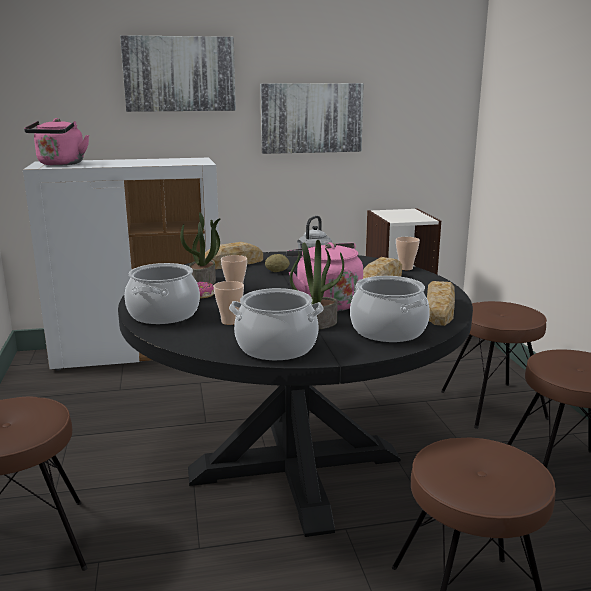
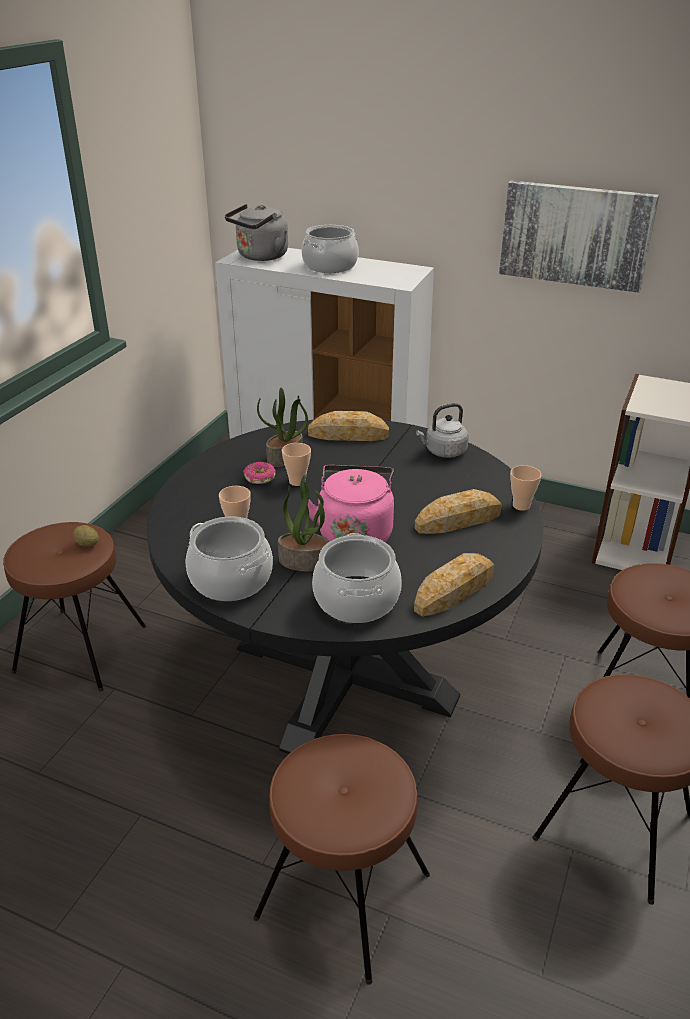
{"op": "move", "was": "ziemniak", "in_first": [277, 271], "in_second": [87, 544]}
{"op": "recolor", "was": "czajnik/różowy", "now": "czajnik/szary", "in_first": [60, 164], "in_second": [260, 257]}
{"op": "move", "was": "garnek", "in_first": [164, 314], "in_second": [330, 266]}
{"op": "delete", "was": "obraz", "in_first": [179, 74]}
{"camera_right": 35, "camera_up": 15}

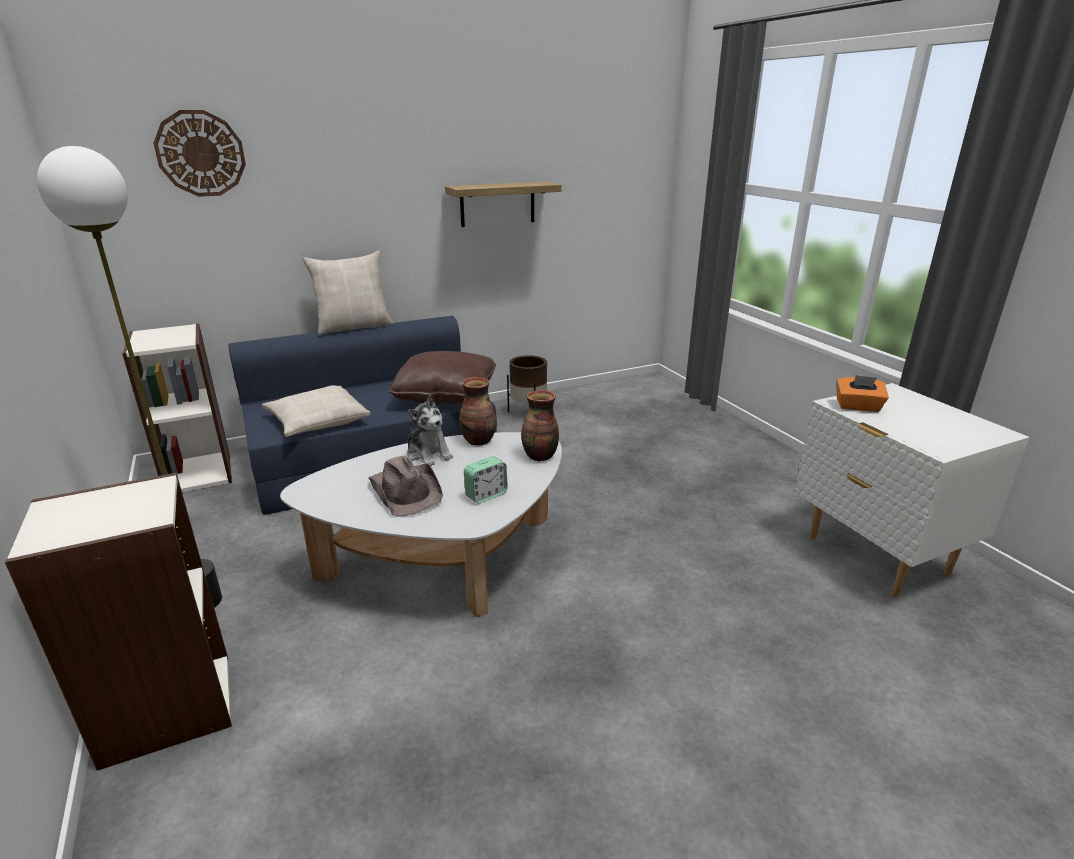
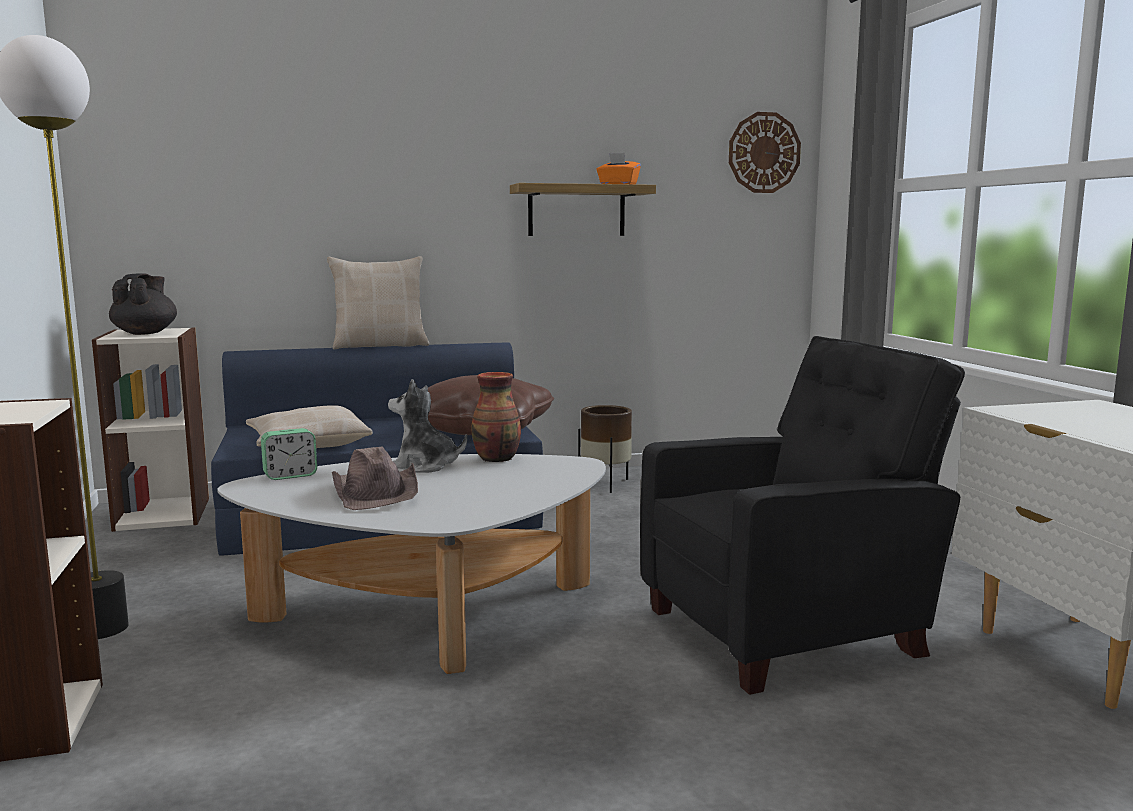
{"op": "insert", "now": "imbryk/czarny", "in_second": [145, 333]}
{"op": "move", "was": "budzik", "in_first": [486, 495], "in_second": [290, 475]}
{"op": "rotate", "was": "pluszak", "in_first": [428, 454], "in_second": [425, 466], "clockwise": 135}
{"op": "move", "was": "pudełko chusteczek/pomarańczowy", "in_first": [858, 407], "in_second": [618, 185]}
{"op": "insert", "now": "fotel/czarny", "in_second": [788, 631]}
{"op": "move", "was": "zegar ścienny", "in_first": [200, 154], "in_second": [764, 153]}
{"op": "delete", "was": "wazon", "in_first": [539, 456]}
{"camera_right": 10, "camera_up": -15}

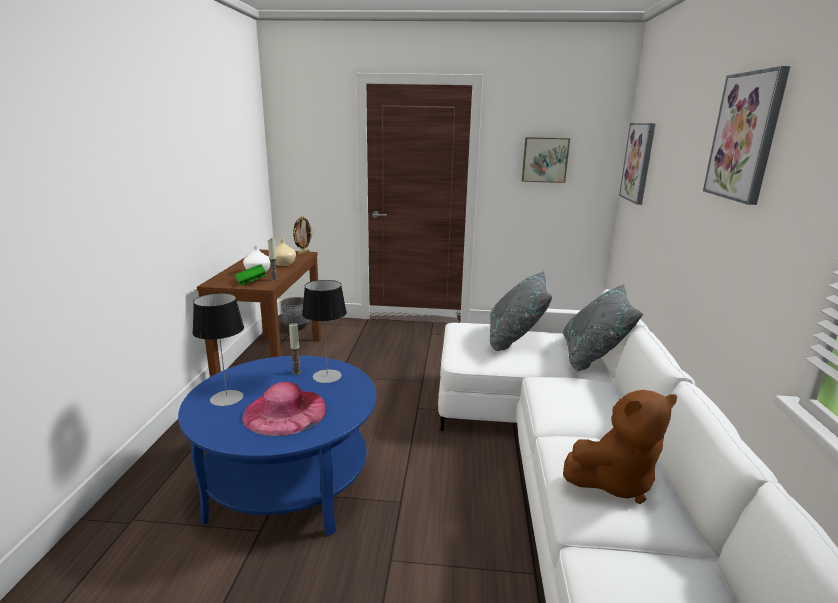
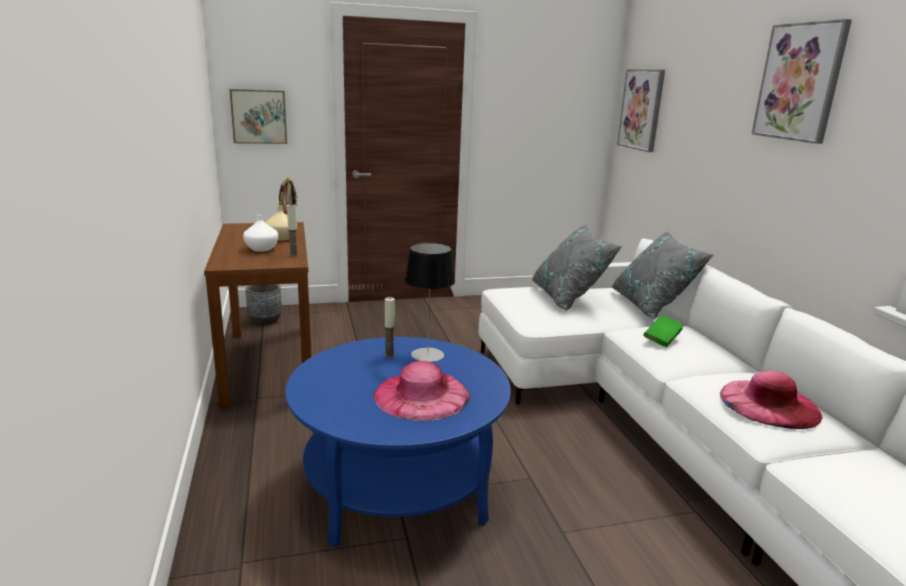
{"op": "move", "was": "obraz", "in_first": [544, 159], "in_second": [259, 116]}
{"op": "move", "was": "książka/zielony", "in_first": [251, 282], "in_second": [662, 339]}
{"op": "replace", "was": "pluszak/brązowy", "now": "kapelusz/różowy", "in_first": [614, 481], "in_second": [769, 404]}
{"op": "delete", "was": "lampa stołowa", "in_first": [227, 398]}
{"camera_right": -20, "camera_up": 0}

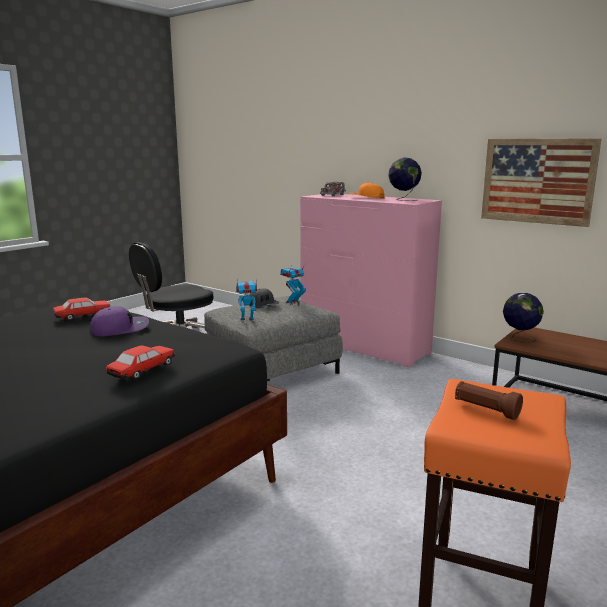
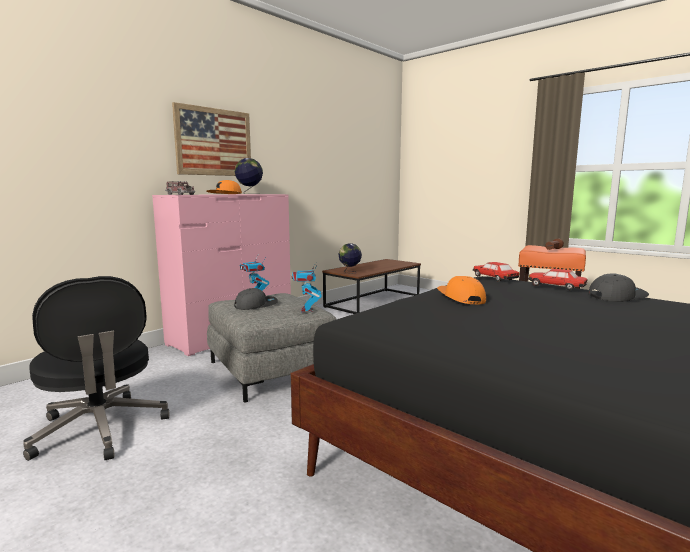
{"op": "move", "was": "obraz", "in_first": [537, 181], "in_second": [214, 142]}
{"op": "recolor", "was": "czapka z daszkiem/fioletowy", "now": "czapka z daszkiem/pomarańczowy", "in_first": [120, 329], "in_second": [460, 298]}
{"op": "move", "was": "samochodzik", "in_first": [83, 316], "in_second": [494, 278]}
{"op": "insert", "now": "czapka z daszkiem/szary", "in_second": [616, 296]}
{"camera_right": -85, "camera_up": -5}

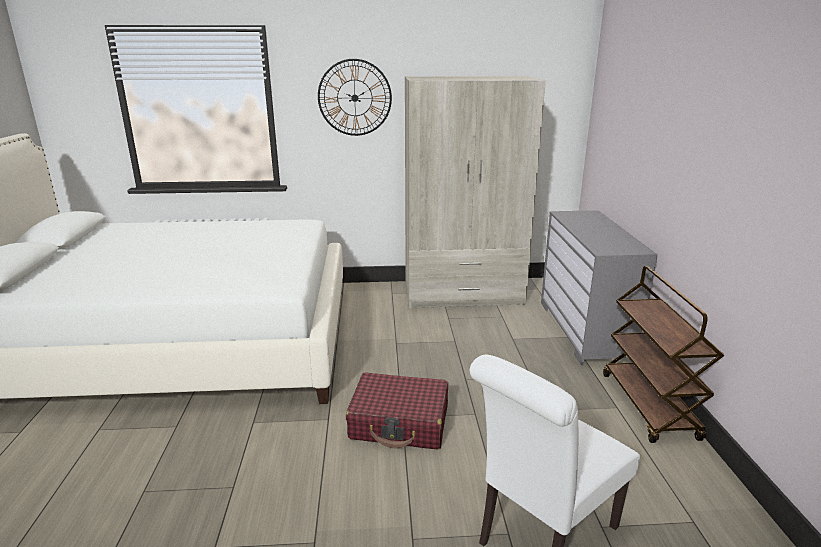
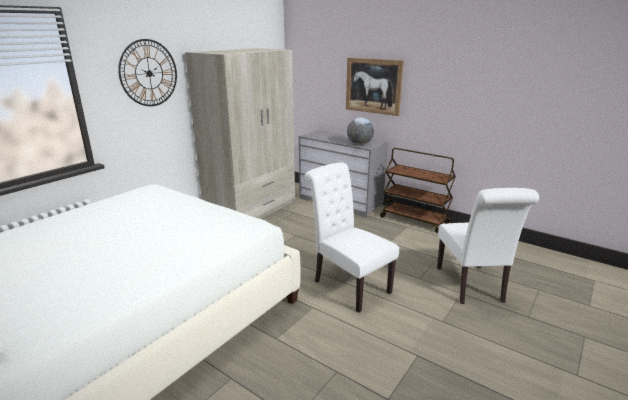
{"op": "replace", "was": "walizka/czerwony", "now": "krzesło/biały", "in_first": [400, 423], "in_second": [348, 285]}
{"op": "insert", "now": "obraz", "in_second": [373, 86]}
{"op": "insert", "now": "globus", "in_second": [359, 144]}
{"camera_right": -50, "camera_up": 0}

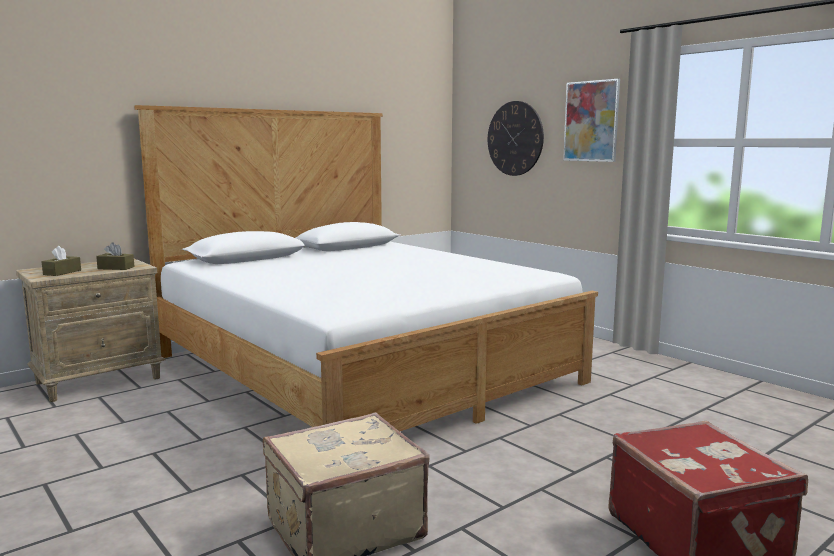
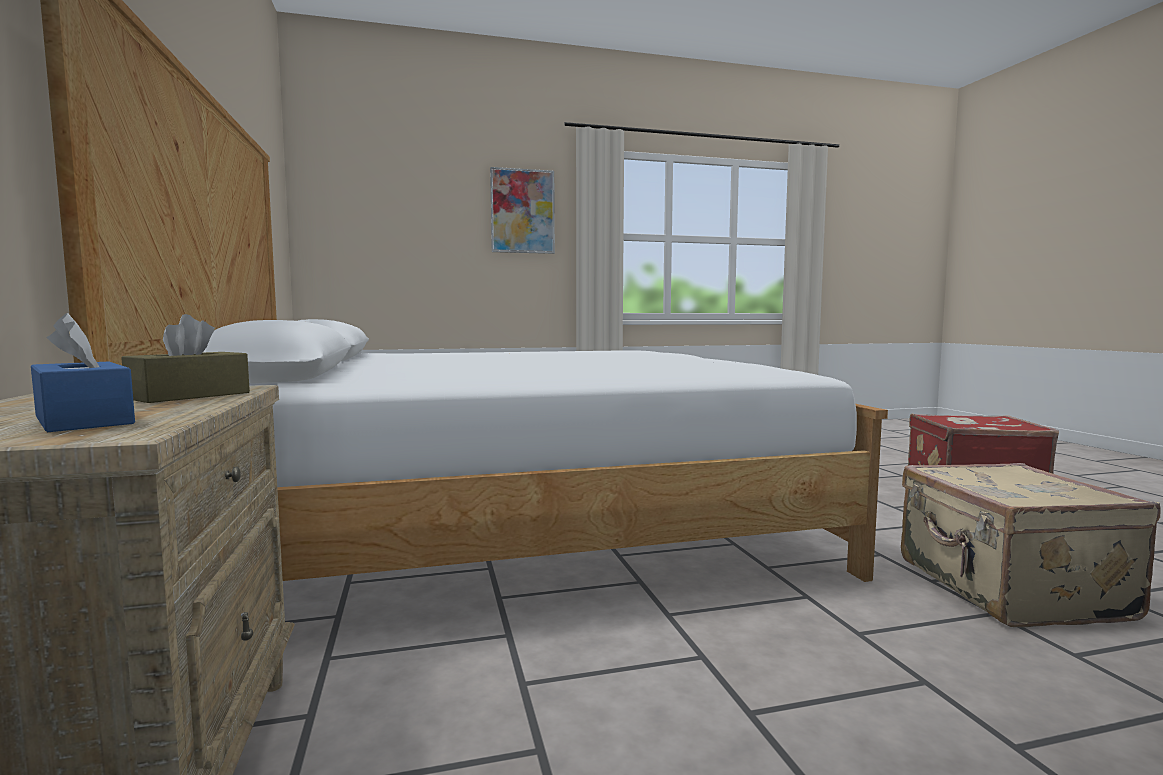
{"op": "recolor", "was": "pudełko chusteczek/brązowy", "now": "pudełko chusteczek/niebieski", "in_first": [62, 272], "in_second": [83, 420]}
{"op": "delete", "was": "zegar ścienny", "in_first": [515, 138]}
{"camera_right": -65, "camera_up": -5}

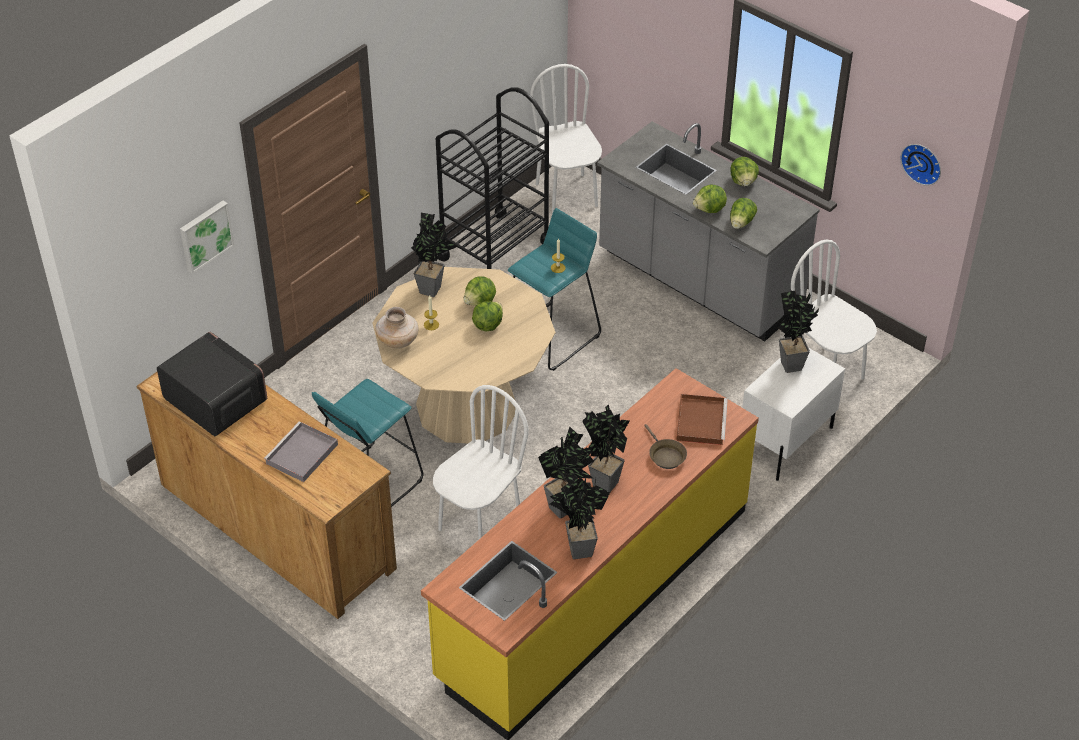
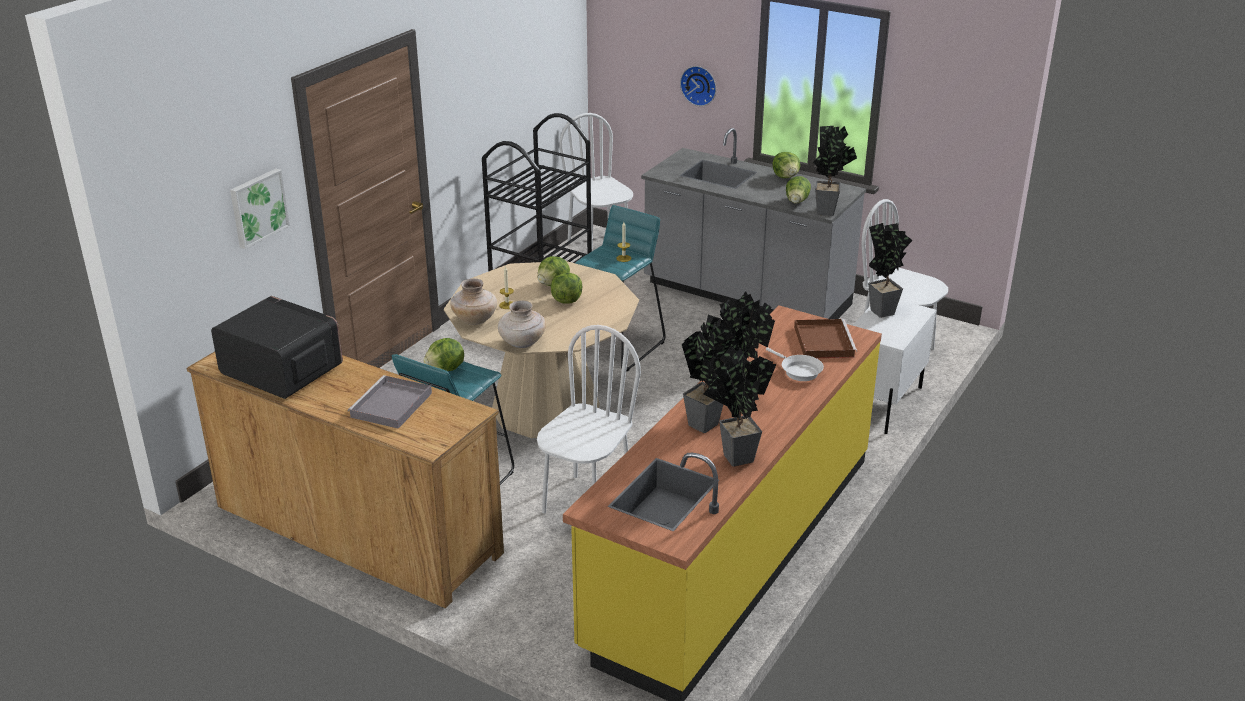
{"op": "move", "was": "sałata", "in_first": [710, 209], "in_second": [446, 369]}
{"op": "insert", "now": "wazon/beżowy", "in_second": [522, 343]}
{"op": "move", "was": "zegar ścienny", "in_first": [922, 162], "in_second": [699, 85]}
{"op": "recolor", "was": "patelnia/brązowy", "now": "patelnia/biały", "in_first": [665, 456], "in_second": [798, 371]}
{"op": "move", "was": "roślina doniczkowa", "in_first": [433, 287], "in_second": [827, 210]}
{"camera_right": -10, "camera_up": -15}

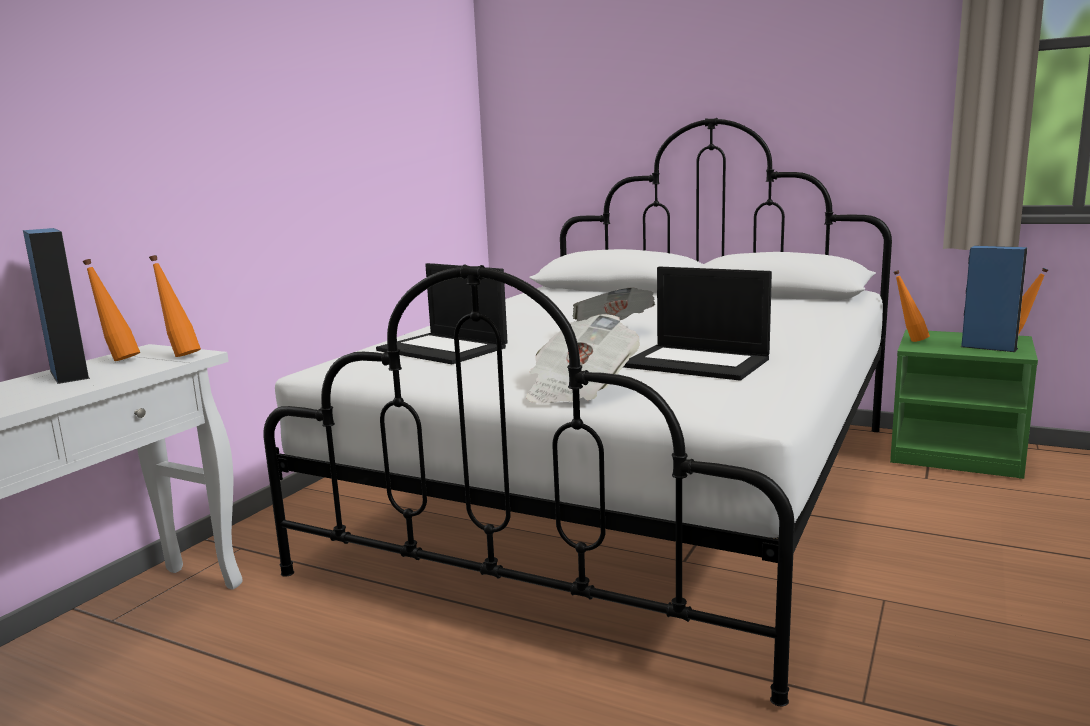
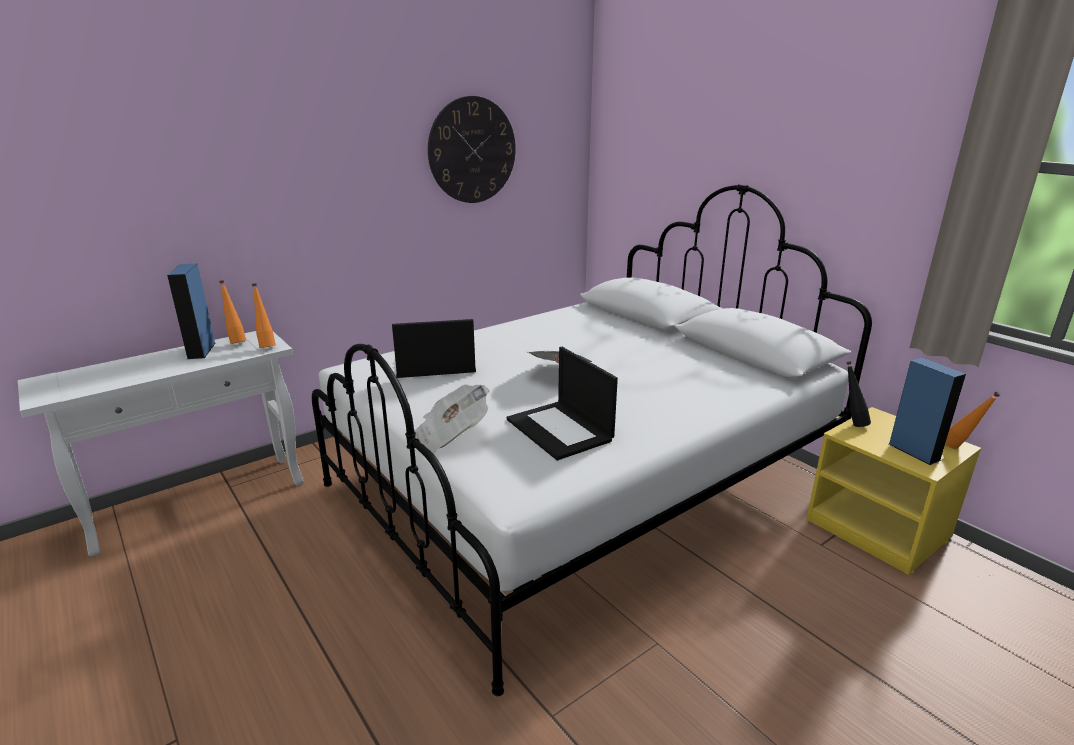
{"op": "rotate", "was": "laptop", "in_first": [444, 349], "in_second": [434, 365], "clockwise": 105}
{"op": "insert", "now": "zegar ścienny", "in_second": [472, 150]}
{"op": "recolor", "was": "szafka nocna/zielony", "now": "szafka nocna/żółty", "in_first": [957, 454], "in_second": [879, 529]}
{"op": "recolor", "was": "butelka/pomarańczowy", "now": "butelka/czarny", "in_first": [908, 341], "in_second": [851, 423]}
{"camera_right": 25, "camera_up": 10}

